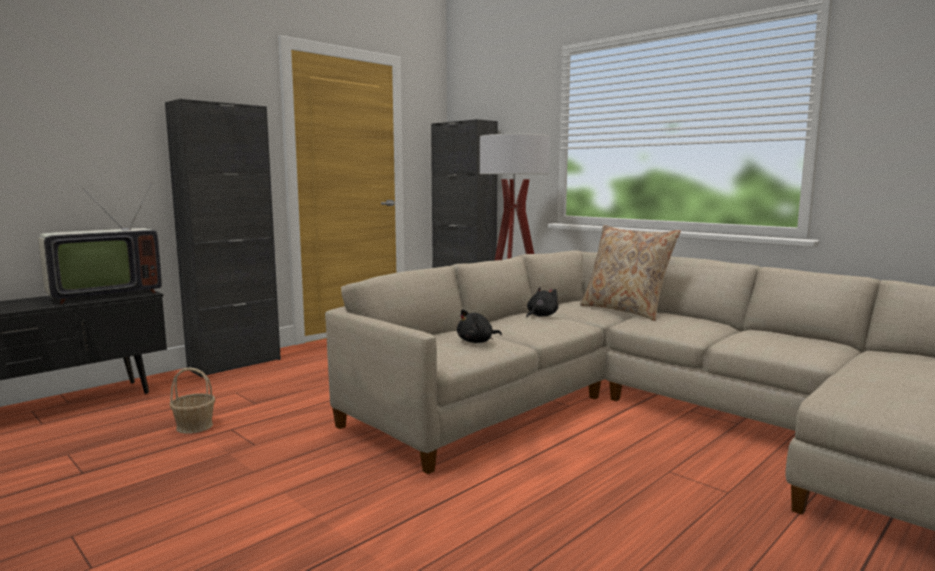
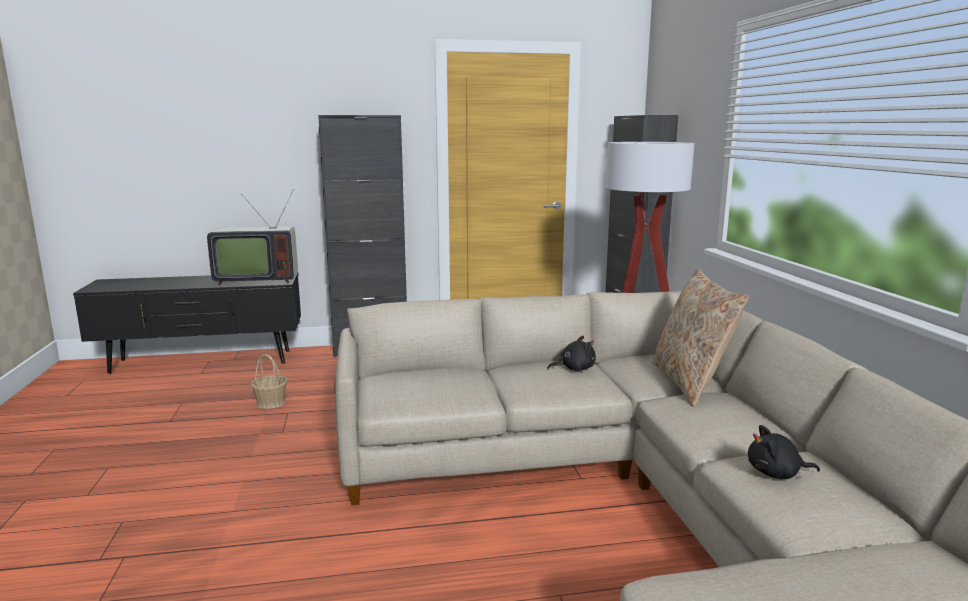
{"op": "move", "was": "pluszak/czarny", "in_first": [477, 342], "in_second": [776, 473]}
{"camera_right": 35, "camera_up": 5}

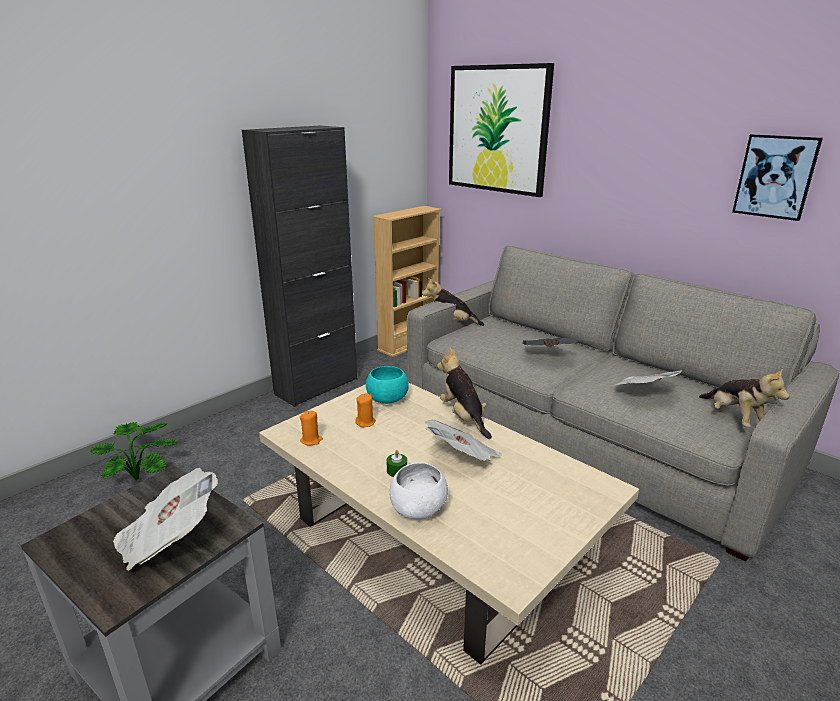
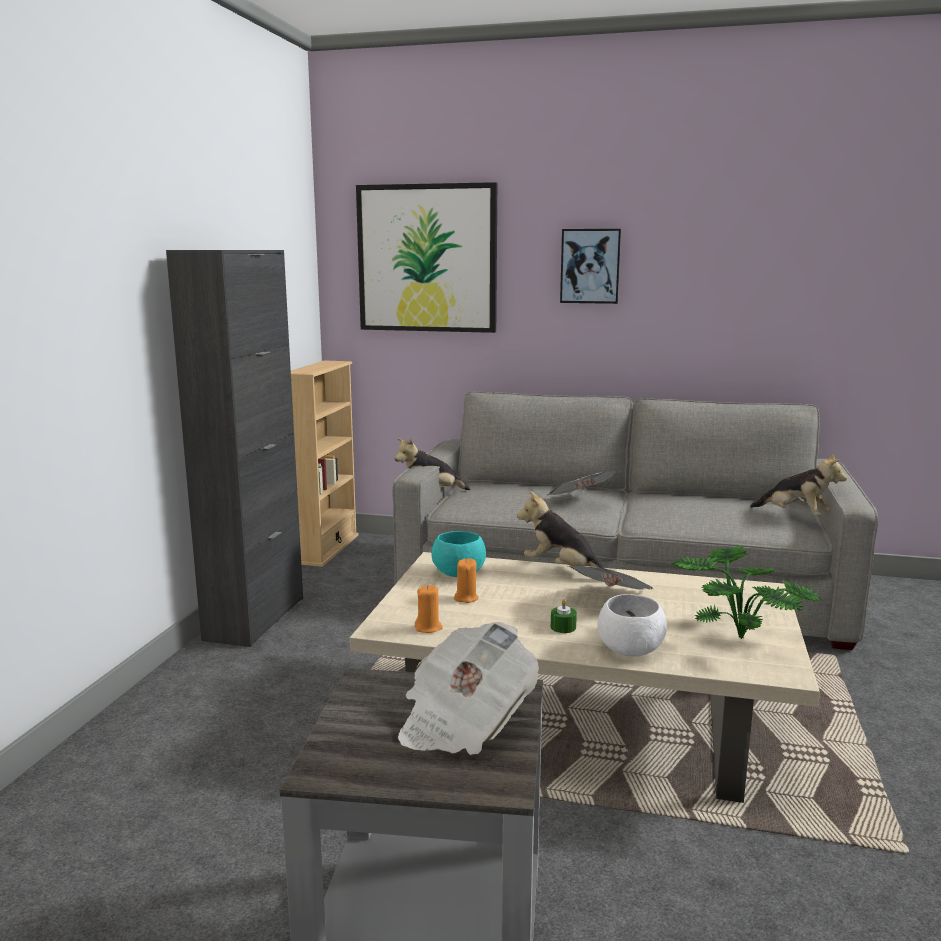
{"op": "move", "was": "obraz", "in_first": [775, 176], "in_second": [590, 266]}
{"op": "move", "was": "roślina doniczkowa", "in_first": [142, 477], "in_second": [739, 634]}
{"op": "delete", "was": "gazeta", "in_first": [643, 393]}
{"camera_right": -30, "camera_up": -10}

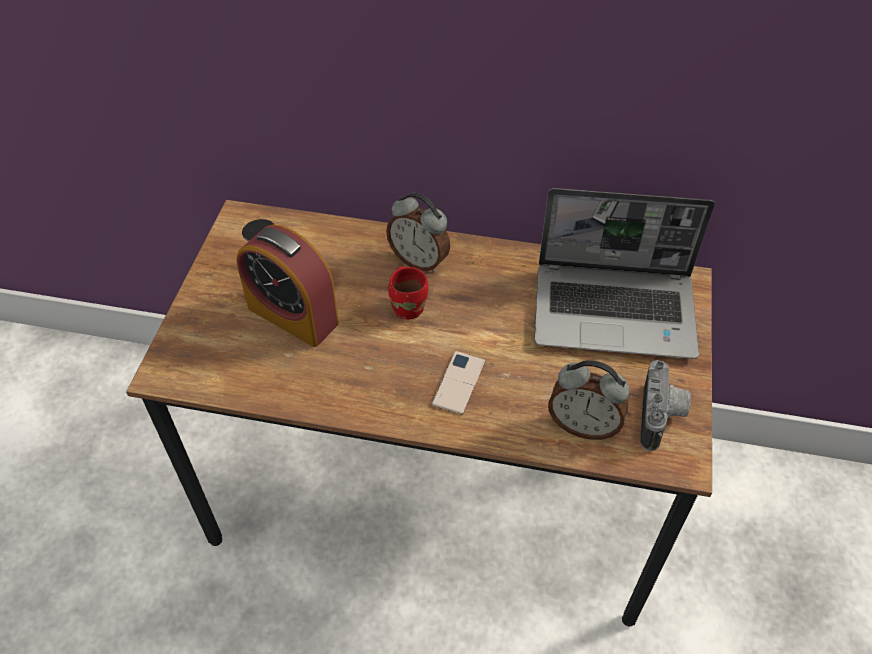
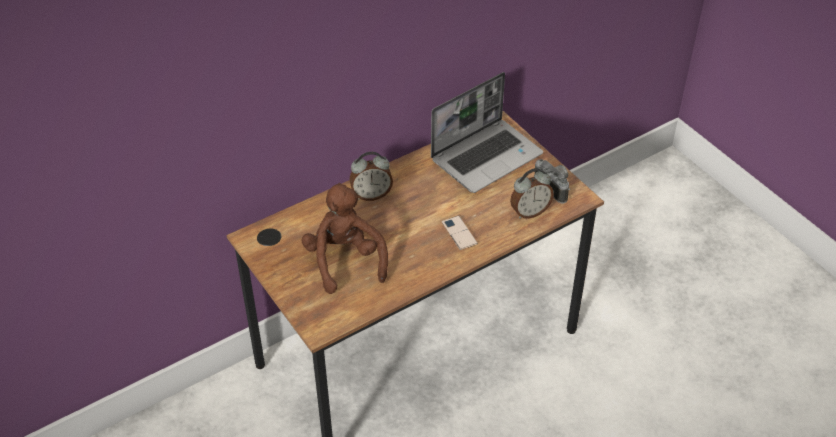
{"op": "replace", "was": "budzik", "now": "pluszak/brązowy", "in_first": [293, 315], "in_second": [345, 261]}
{"op": "delete", "was": "kubek/czerwony", "in_first": [409, 307]}
{"camera_right": -45, "camera_up": -5}

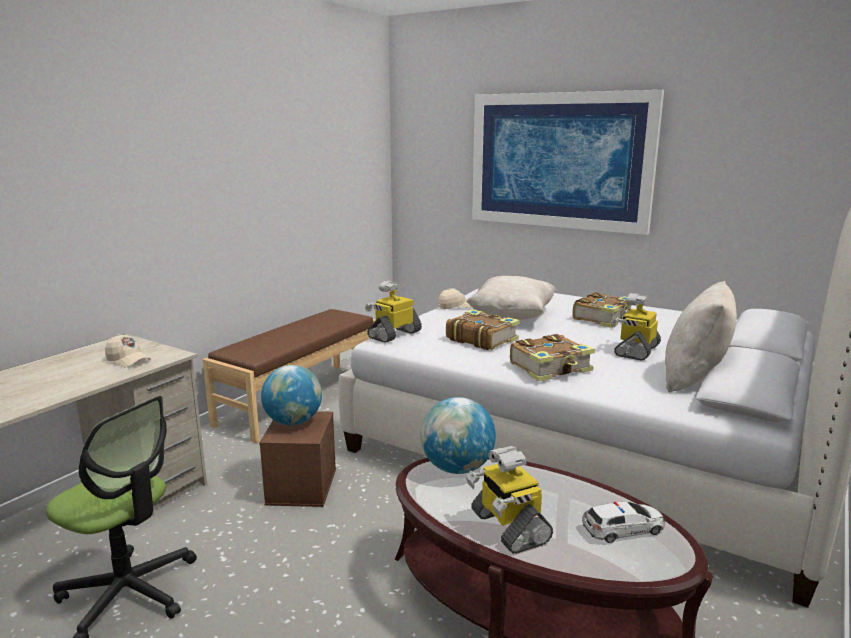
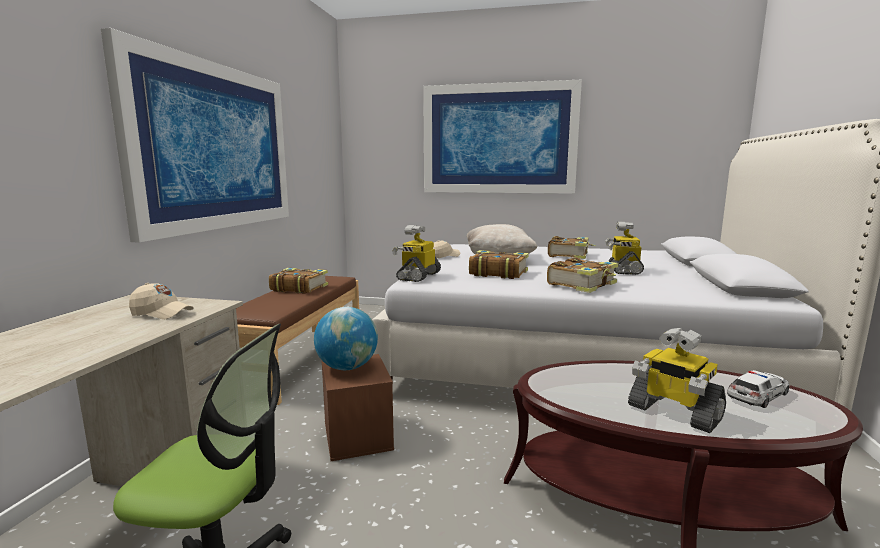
{"op": "insert", "now": "obraz", "in_second": [215, 147]}
{"op": "insert", "now": "książka", "in_second": [299, 288]}
{"op": "delete", "was": "globus", "in_first": [457, 468]}
{"op": "delete", "was": "poduszka/beżowy", "in_first": [694, 379]}
{"camera_right": -20, "camera_up": -5}

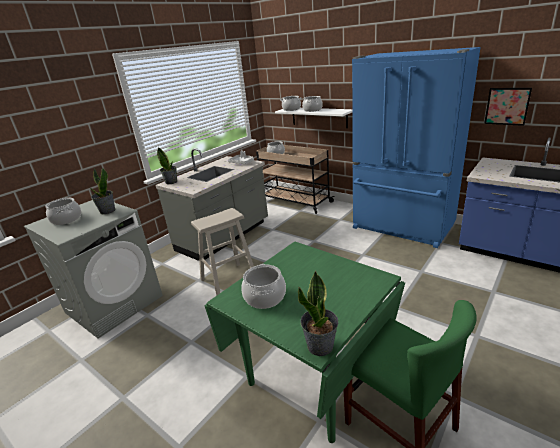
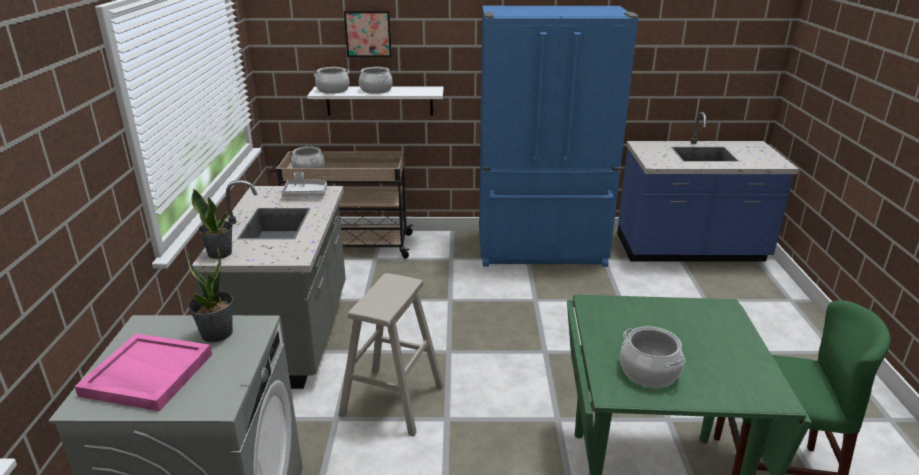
{"op": "replace", "was": "garnek", "now": "taca/różowy", "in_first": [66, 219], "in_second": [146, 375]}
{"op": "move", "was": "obraz", "in_first": [507, 106], "in_second": [368, 34]}
{"op": "delete", "was": "roślina doniczkowa", "in_first": [320, 346]}
{"camera_right": -40, "camera_up": 0}

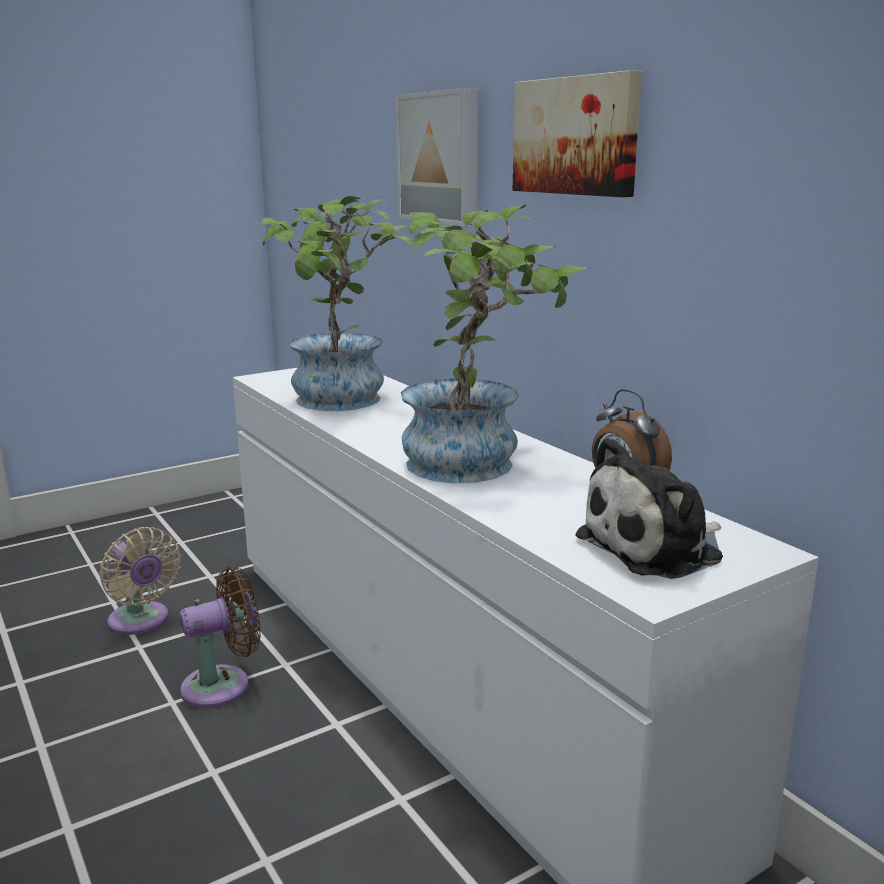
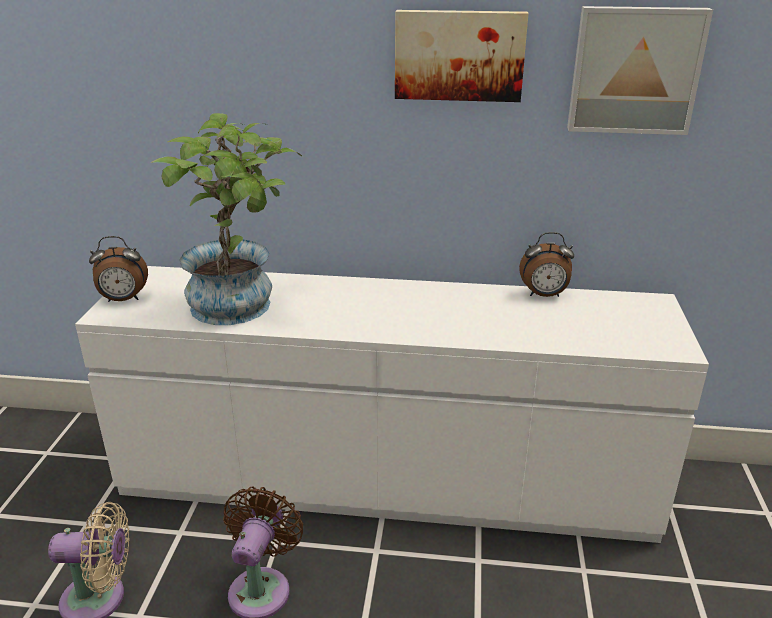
{"op": "insert", "now": "budzik", "in_second": [123, 300]}
{"op": "move", "was": "obraz", "in_first": [441, 158], "in_second": [634, 70]}
{"op": "delete", "was": "roślina doniczkowa", "in_first": [477, 463]}
{"op": "delete", "was": "pluszak", "in_first": [656, 548]}
{"camera_right": -50, "camera_up": 10}

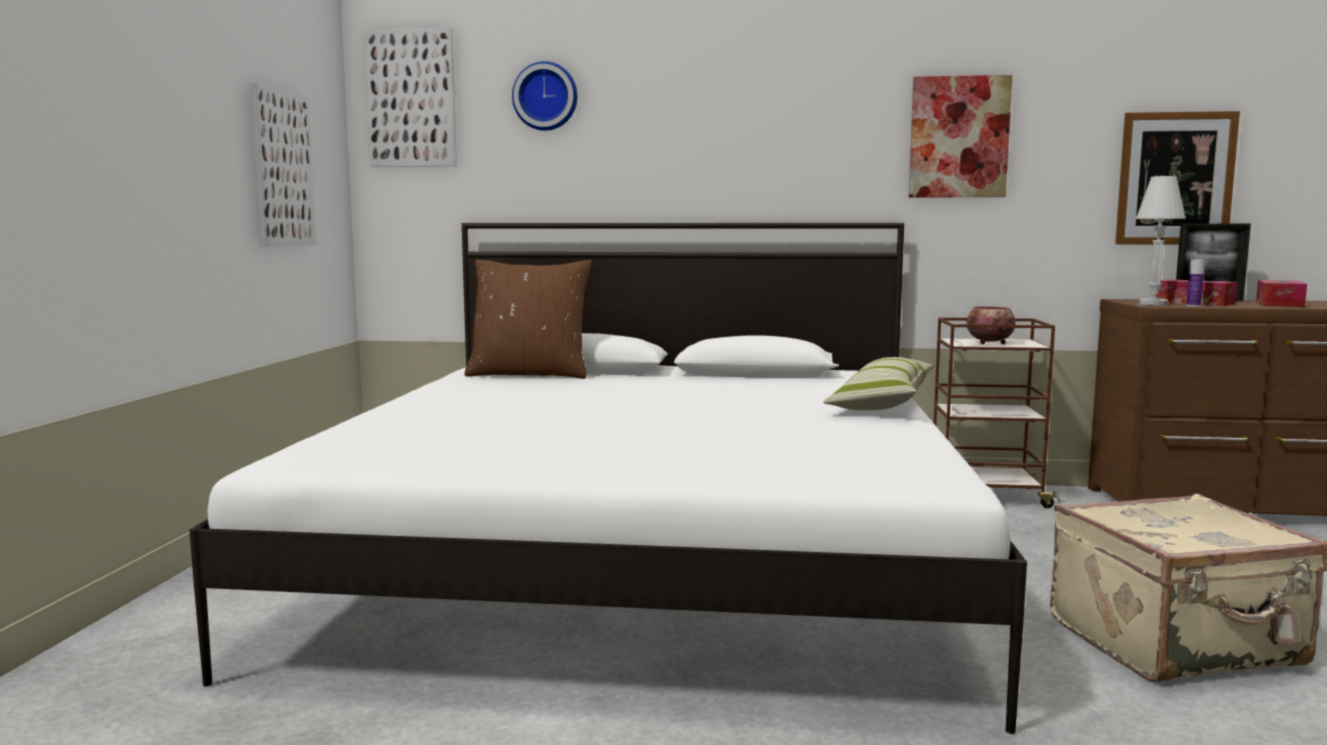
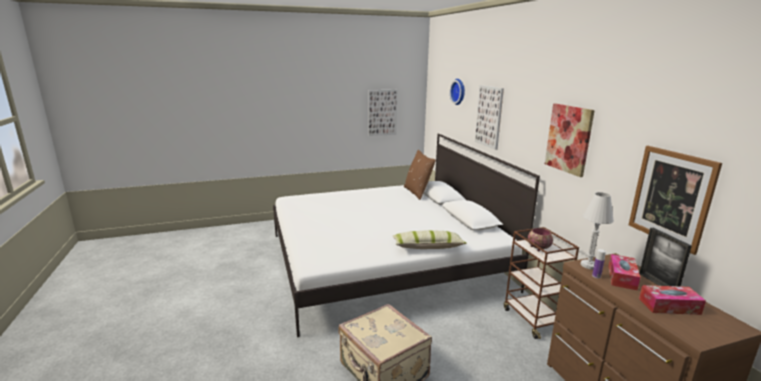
{"op": "move", "was": "obraz", "in_first": [412, 98], "in_second": [489, 116]}
{"camera_right": 65, "camera_up": 10}

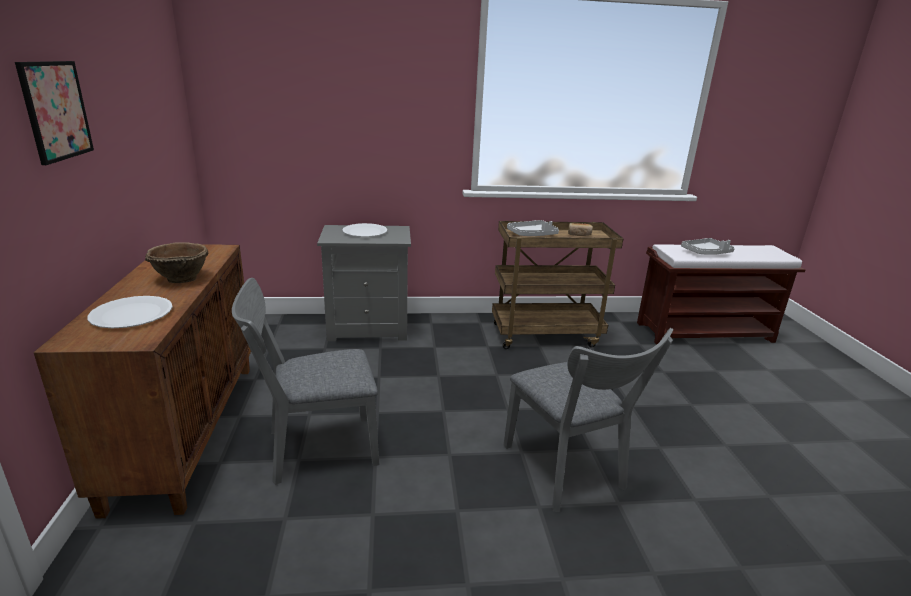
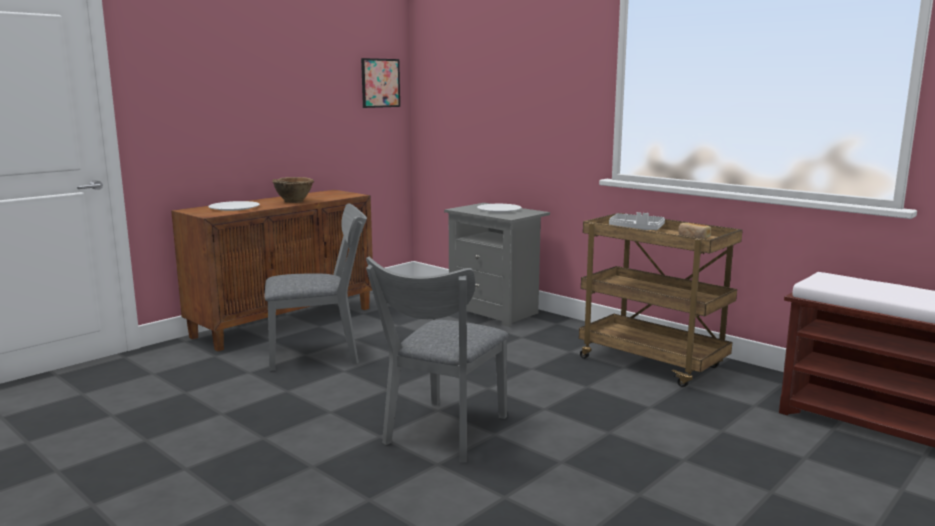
{"op": "rotate", "was": "krzesło/szary", "in_first": [313, 449], "in_second": [321, 354], "clockwise": 135}
{"op": "move", "was": "obraz", "in_first": [56, 110], "in_second": [380, 83]}
{"op": "delete", "was": "taca/szary", "in_first": [706, 253]}
{"camera_right": 50, "camera_up": -10}

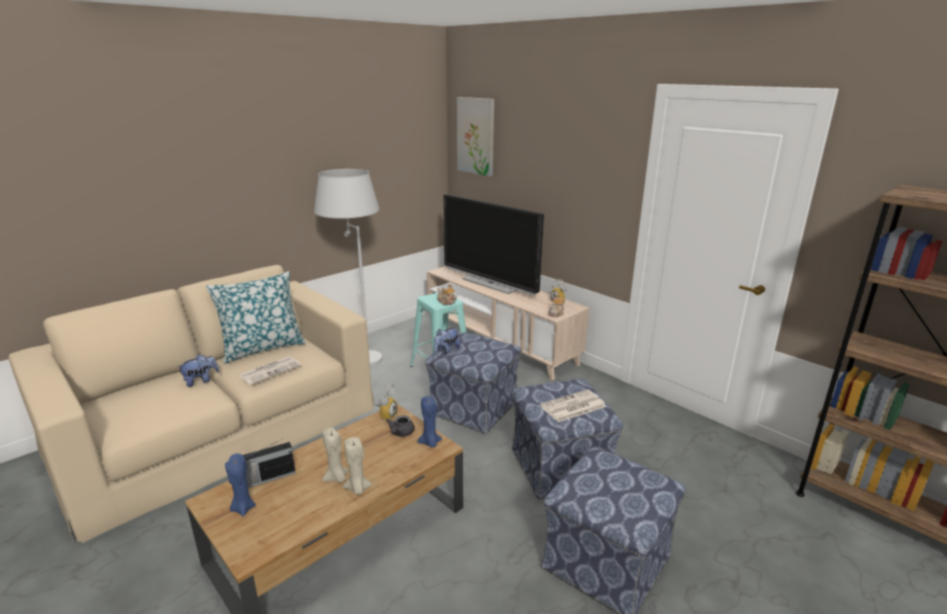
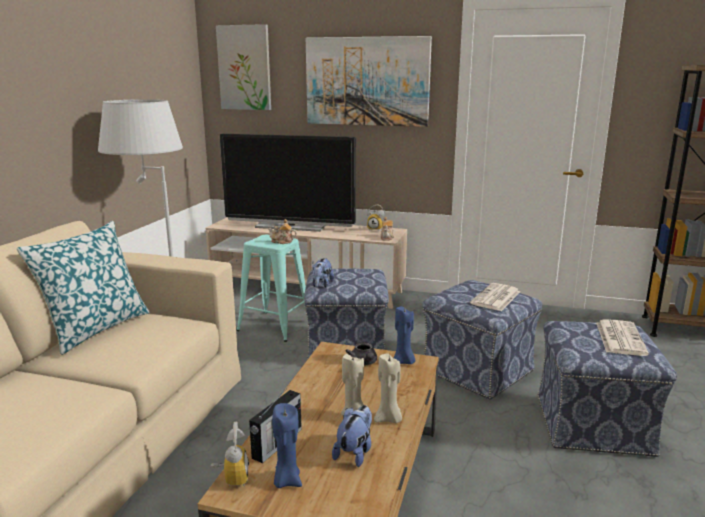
{"op": "move", "was": "budzik", "in_first": [386, 415], "in_second": [231, 478]}
{"op": "insert", "now": "obraz", "in_second": [367, 81]}
{"op": "move", "was": "pluszak", "in_first": [201, 381], "in_second": [355, 452]}
{"op": "move", "was": "gazeta", "in_first": [270, 370], "in_second": [619, 338]}
{"camera_right": -30, "camera_up": -5}

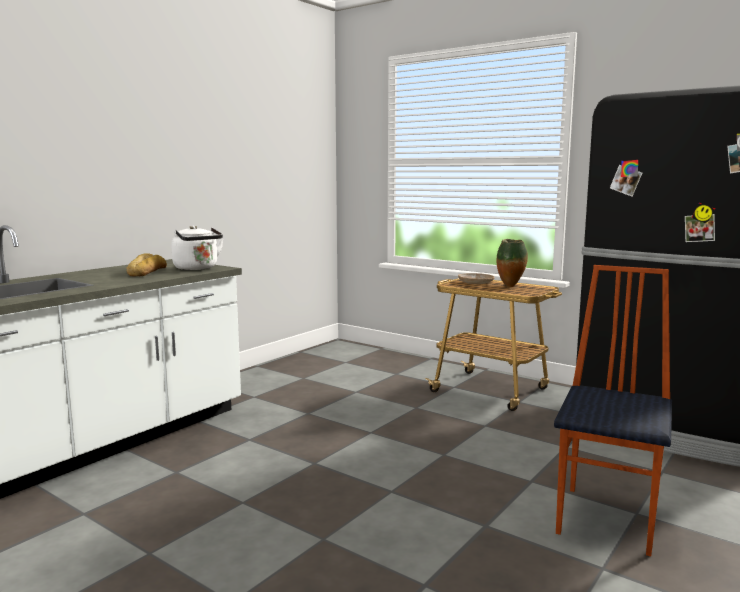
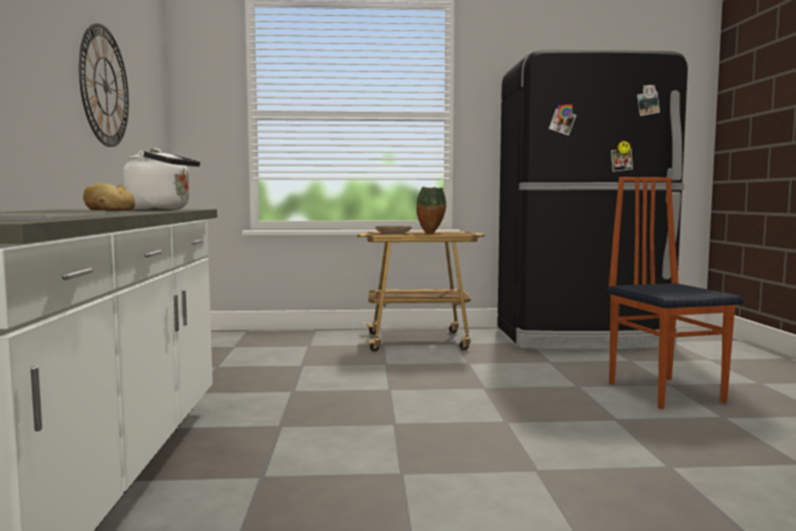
{"op": "insert", "now": "zegar ścienny", "in_second": [105, 86]}
{"camera_right": -40, "camera_up": -5}

